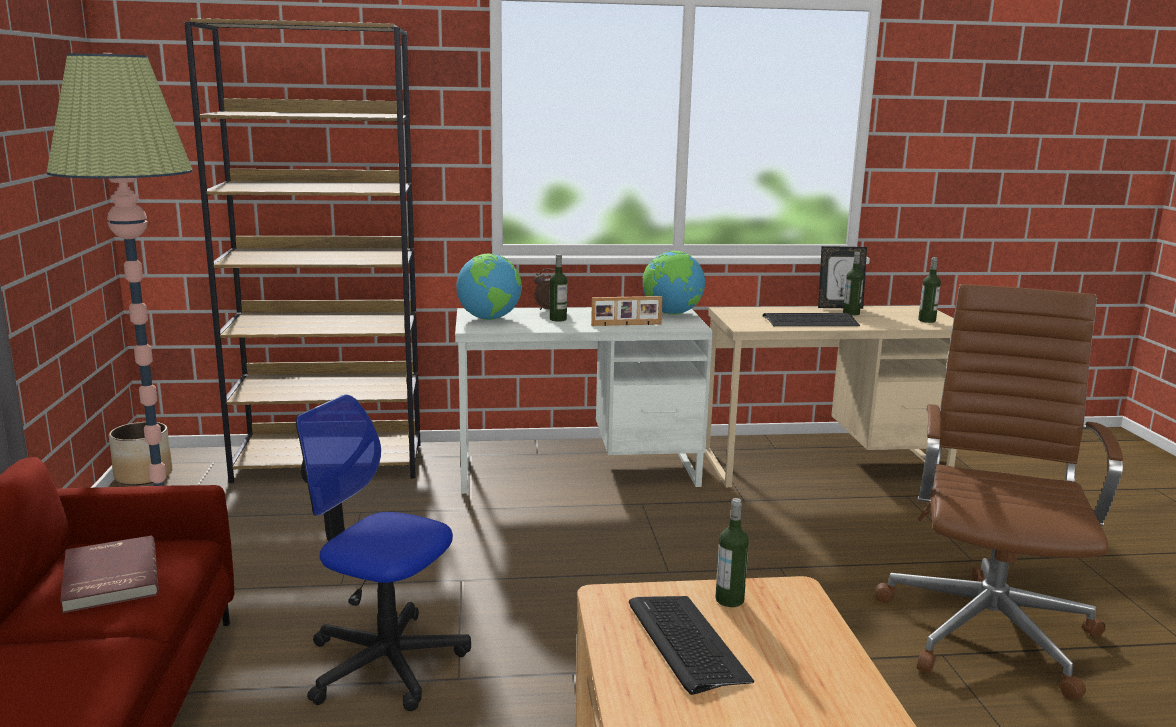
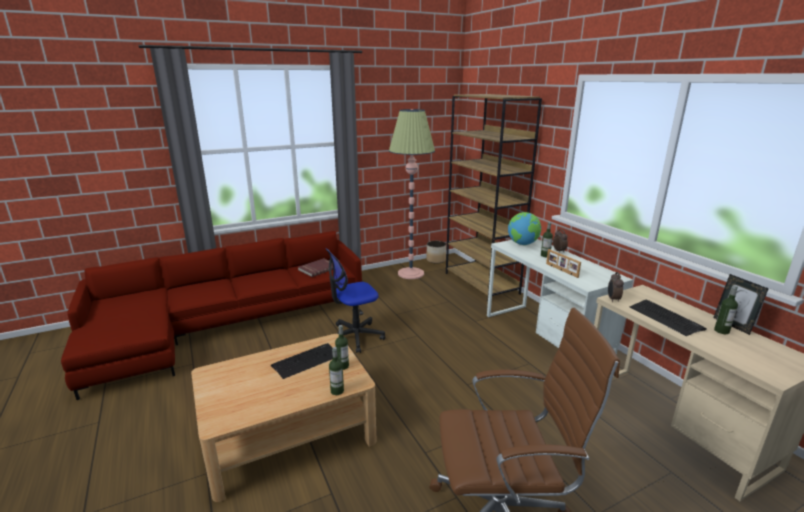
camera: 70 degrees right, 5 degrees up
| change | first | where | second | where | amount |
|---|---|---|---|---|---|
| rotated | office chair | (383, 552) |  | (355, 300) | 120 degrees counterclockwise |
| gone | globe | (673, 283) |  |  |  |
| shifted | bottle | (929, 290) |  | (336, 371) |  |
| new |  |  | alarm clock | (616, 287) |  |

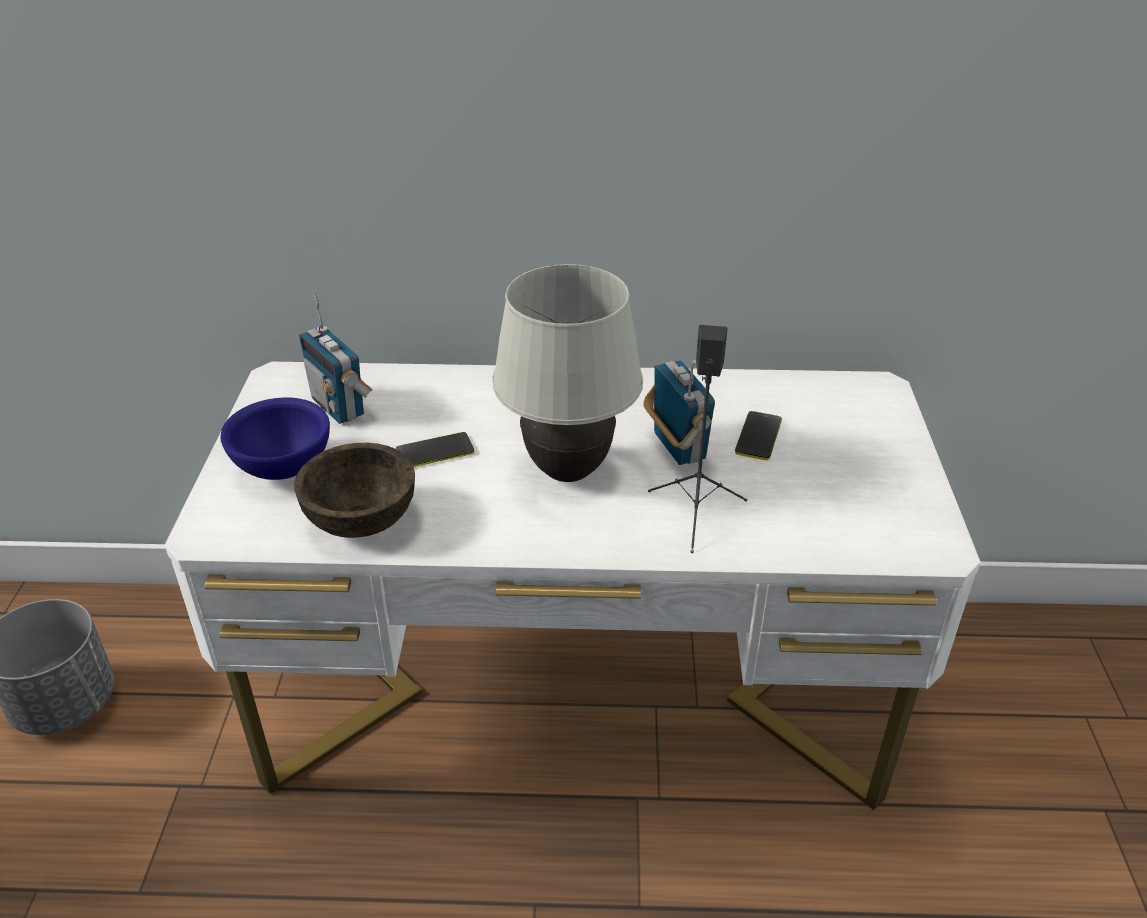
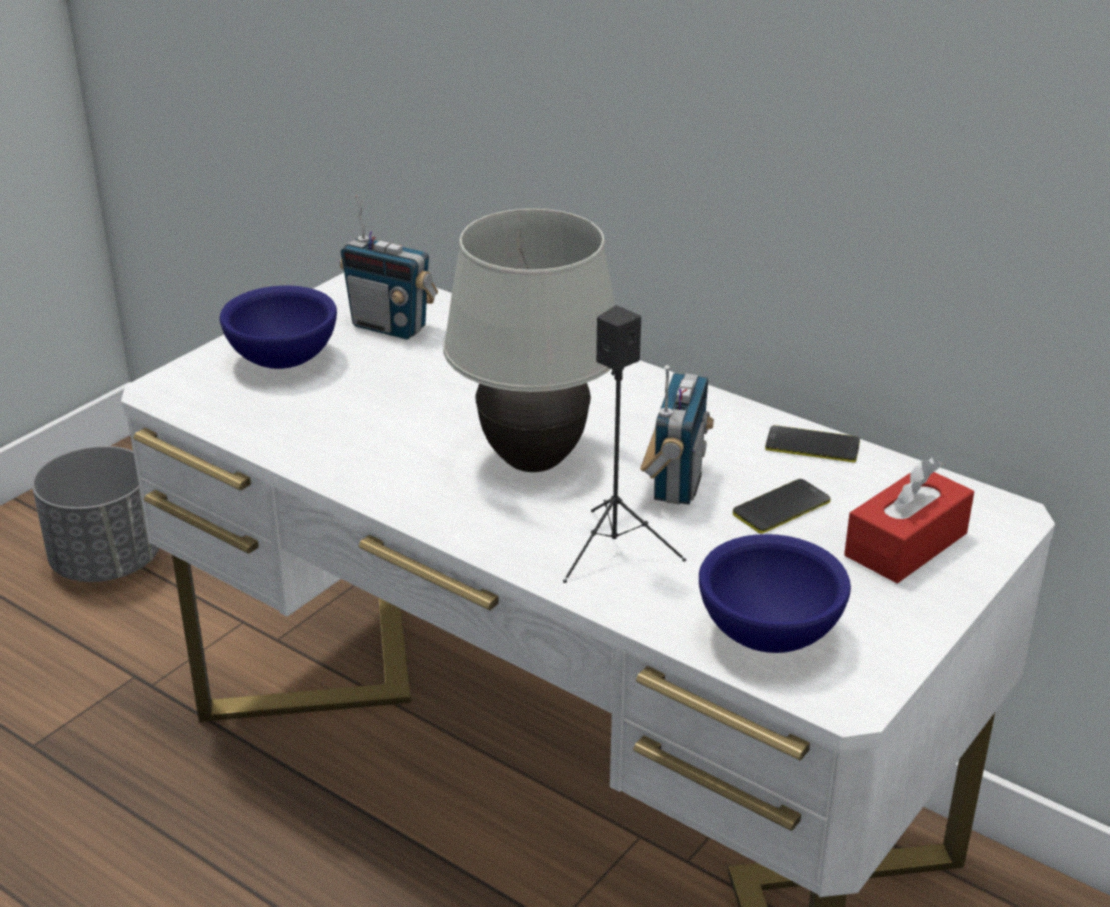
camera: 35 degrees right, 5 degrees down
| change | first | where | second | where | amount |
|---|---|---|---|---|---|
| gone | brown bowl | (354, 490) |  |  |  |
| rotated | radio | (336, 357) |  | (388, 267) | 60 degrees counterclockwise |
| shifted | phone | (435, 449) |  | (812, 444) |  |
| new |  |  | blue bowl | (775, 593) |  |
| new |  |  | red tissue box | (909, 520) |  |

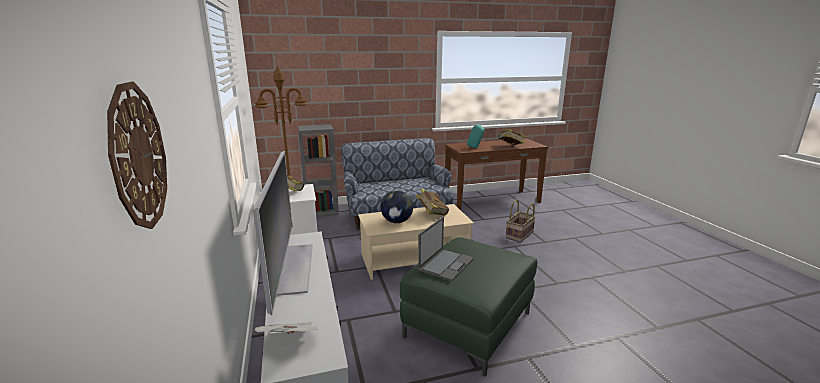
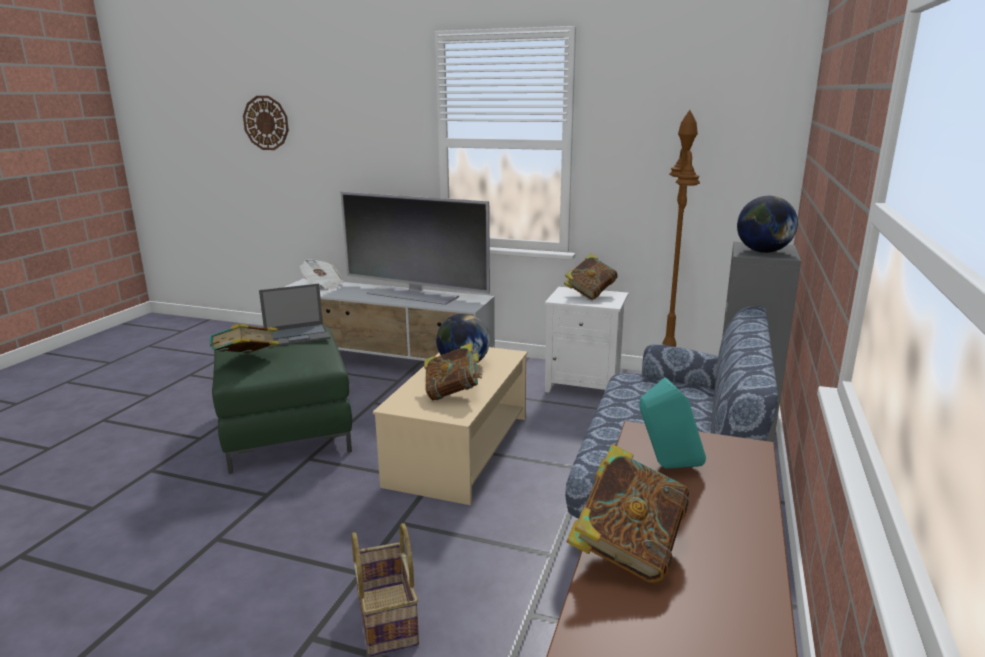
camera: 125 degrees right, 0 degrees up
| change | first | where | second | where | amount |
|---|---|---|---|---|---|
| rotated | laptop | (446, 249) |  | (294, 315) | 90 degrees counterclockwise |
| new |  |  | book | (244, 338) |  |
| new |  |  | globe | (767, 224) |  |

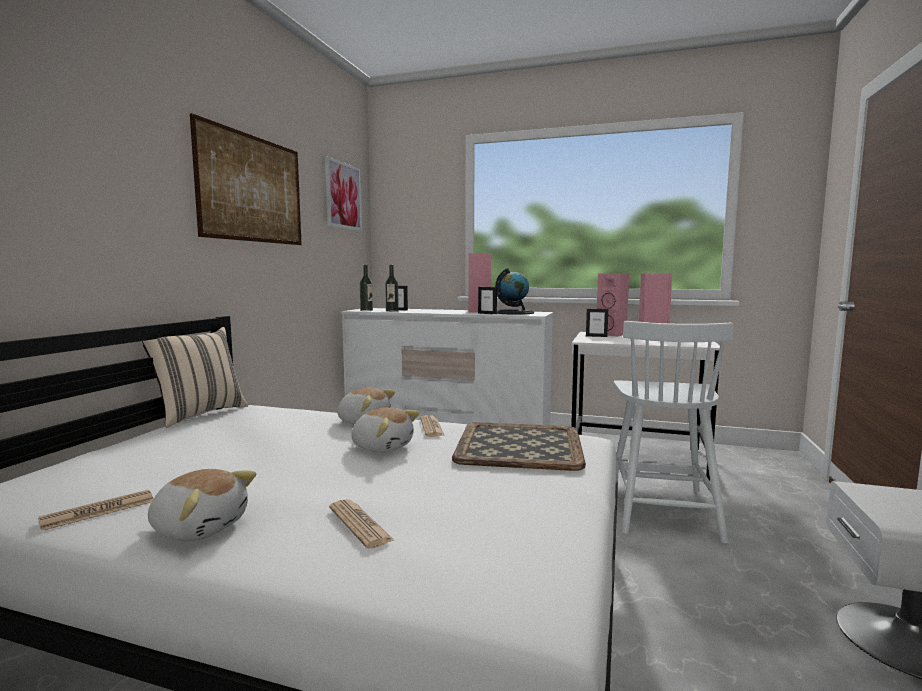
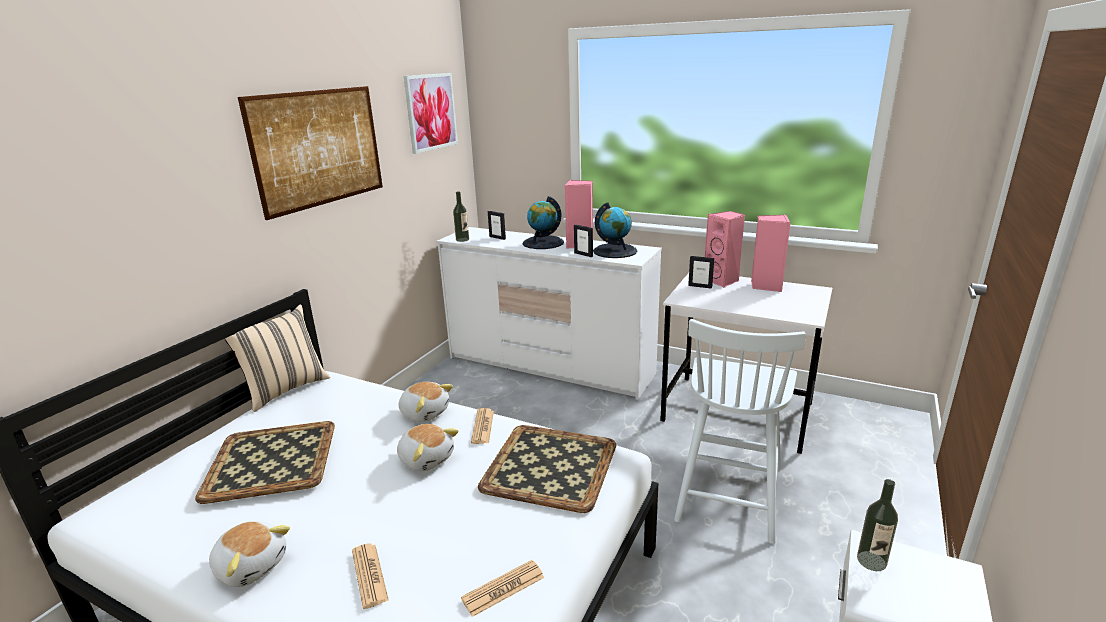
camera: 10 degrees right, 15 degrees up
| change | first | where | second | where | amount |
|---|---|---|---|---|---|
| shifted | newspaper | (95, 510) |  | (502, 588) |  |
| shifted | bottle | (392, 288) |  | (877, 525) |  |
| new |  |  | tray | (265, 462) |  |
| new |  |  | globe | (543, 222) |  |

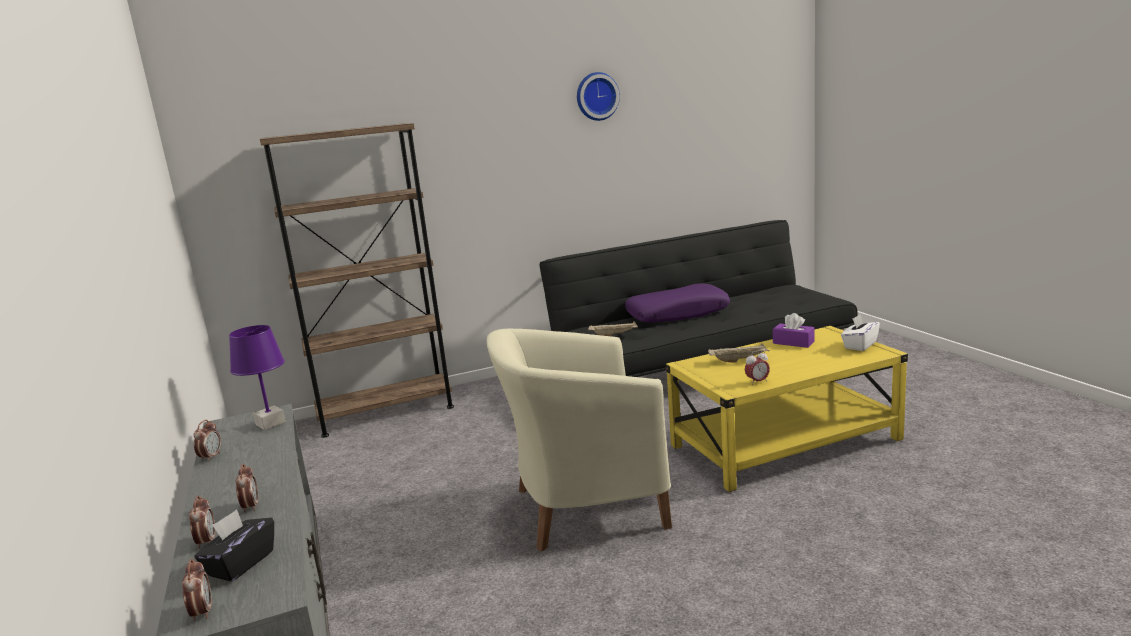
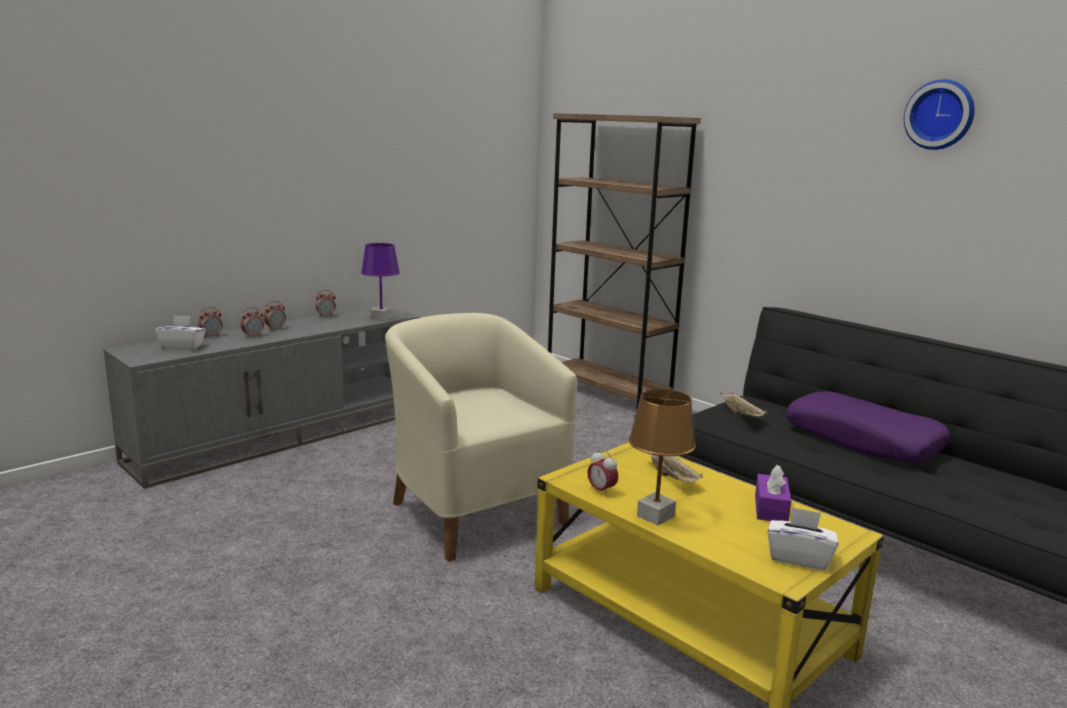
camera: 65 degrees right, 0 degrees up
| change | first | where | second | where | amount |
|---|---|---|---|---|---|
| shifted | alarm clock | (197, 590) |  | (274, 316) |  |
| repainted | black tissue box | (234, 545) | white tissue box | (180, 332) |  |
| new |  |  | brown table lamp | (662, 457) |  |

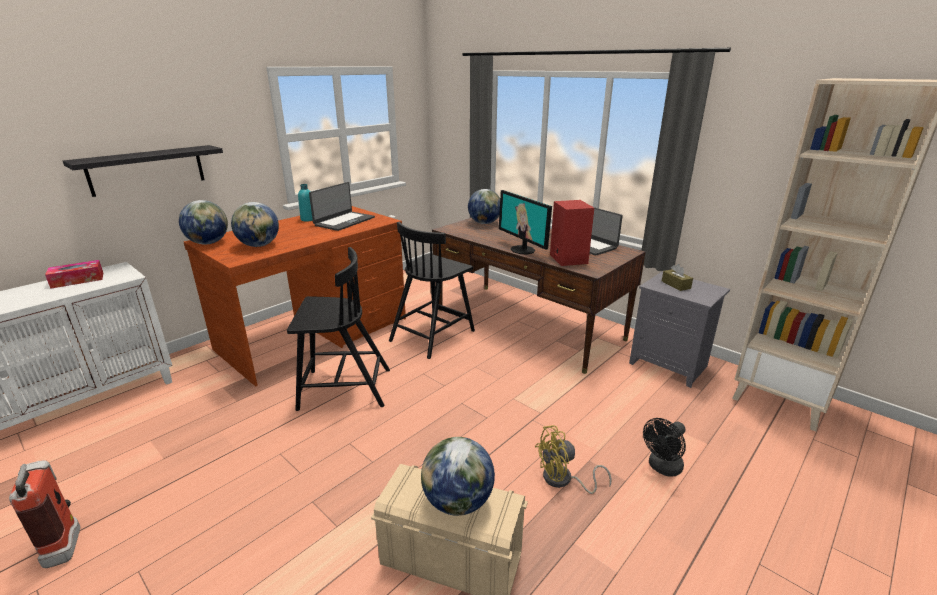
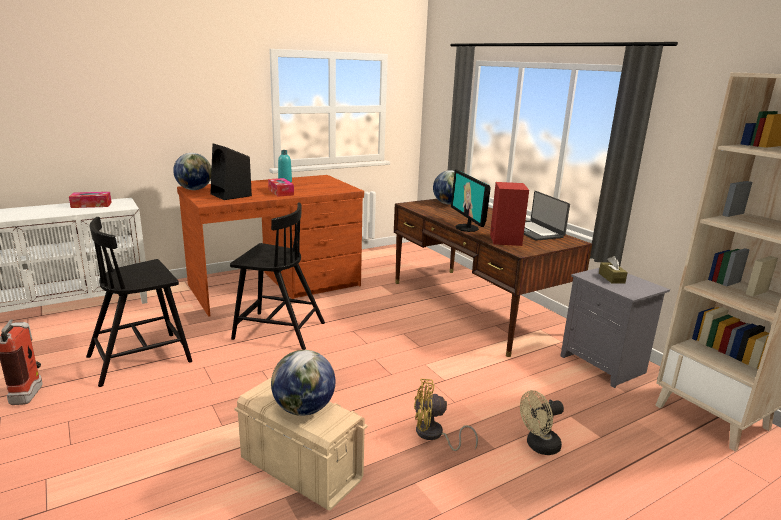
camera: 15 degrees right, 5 degrees down
| change | first | where | second | where | amount |
|---|---|---|---|---|---|
| gone | black shelf | (143, 171) |  |  |  |
| swapped | globe | (255, 224) | black speaker | (231, 171) |  |
| gone | laptop | (342, 206) |  |  |  |
| shifted | black chair | (432, 290) |  | (139, 302) |  |
| repainted | black fan | (664, 447) | beige fan | (542, 422) |  |
| new |  |  | tissue box | (281, 187) |  |

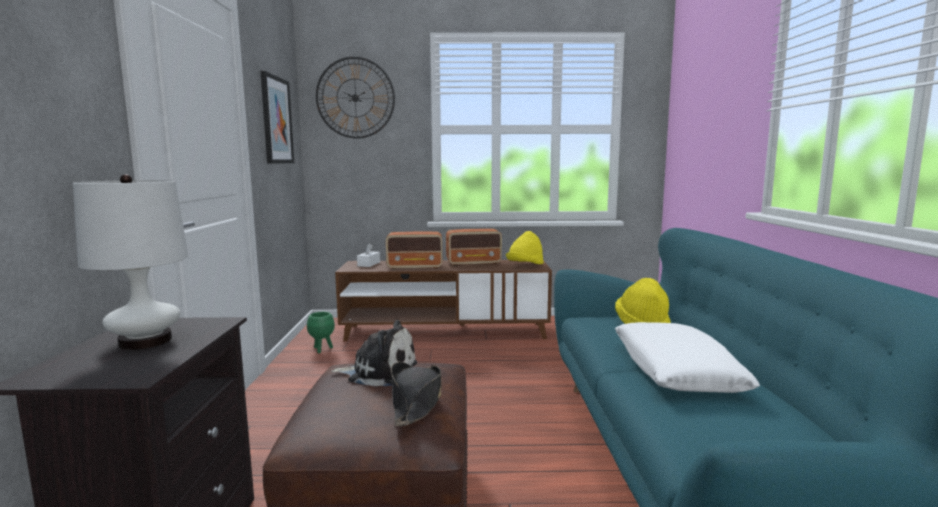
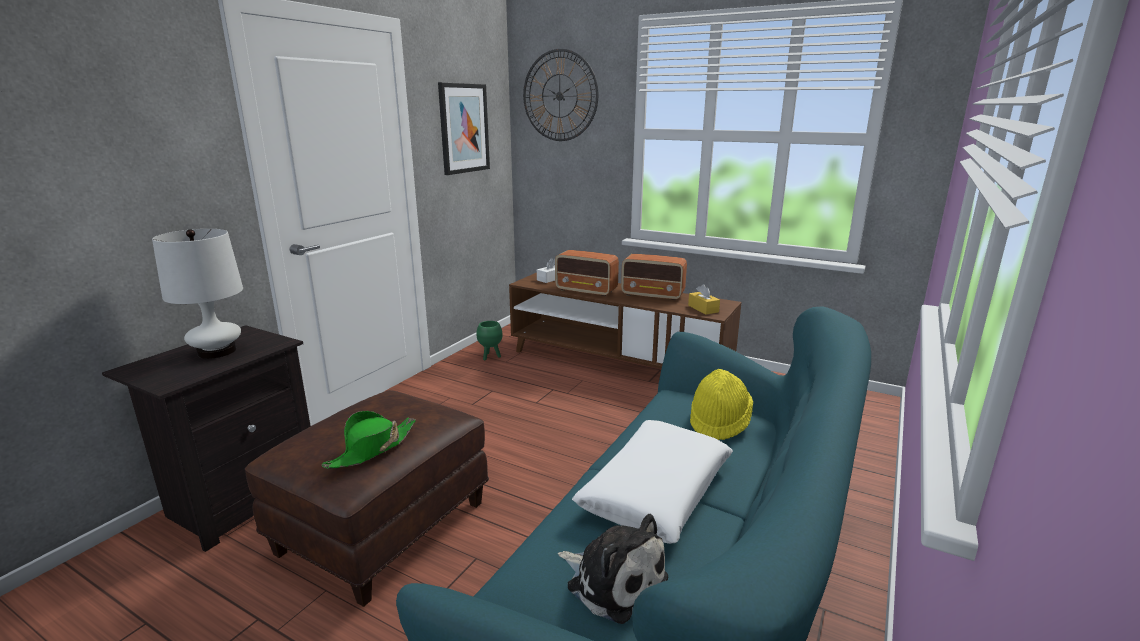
camera: 30 degrees right, 10 degrees up
| change | first | where | second | where | amount |
|---|---|---|---|---|---|
| shifted | plush toy | (374, 353) |  | (613, 569) |  |
| repainted | black hat | (416, 394) | green hat | (369, 440) |  |
| swapped | yellow hat | (525, 247) | yellow tissue box | (704, 299) |  |

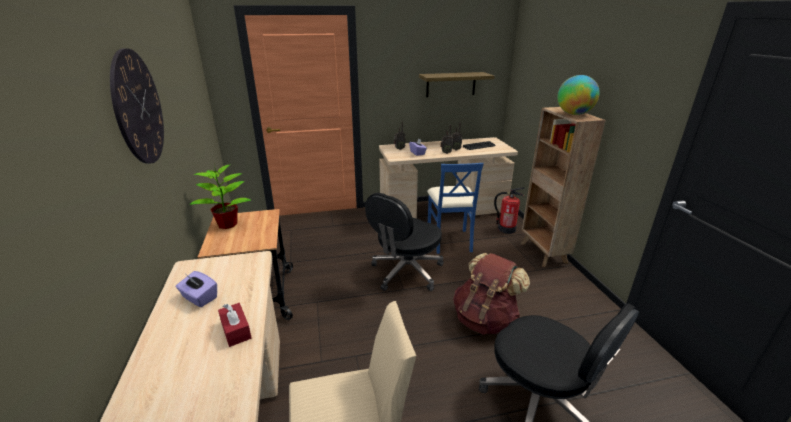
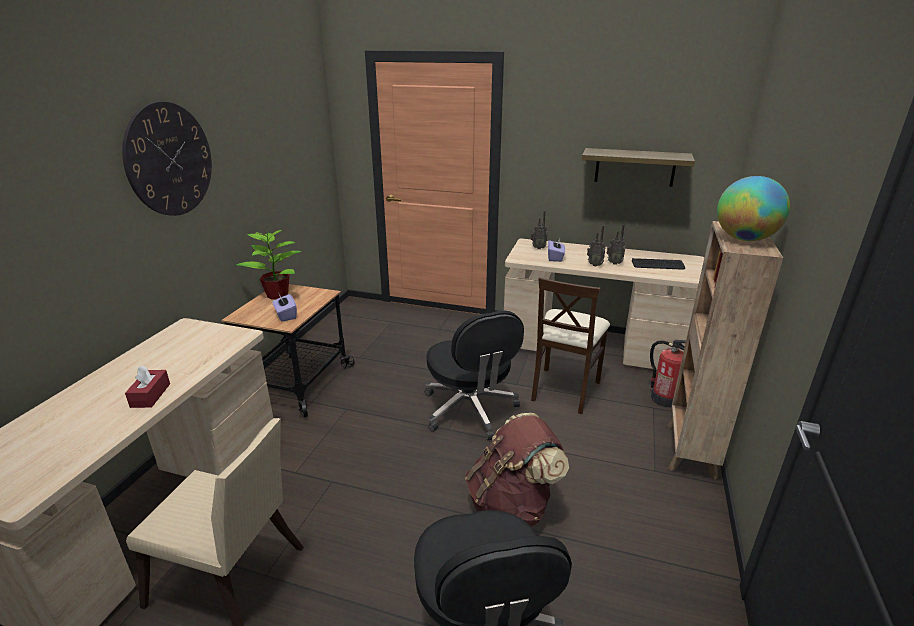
camera: 30 degrees right, 0 degrees up
| change | first | where | second | where | amount |
|---|---|---|---|---|---|
| shifted | purple tissue box | (196, 289) |  | (284, 308) |  |
| rotated | black office chair | (404, 242) |  | (474, 375) | 90 degrees counterclockwise |
| repainted | blue chair | (455, 208) | beige chair | (570, 345) |  |

